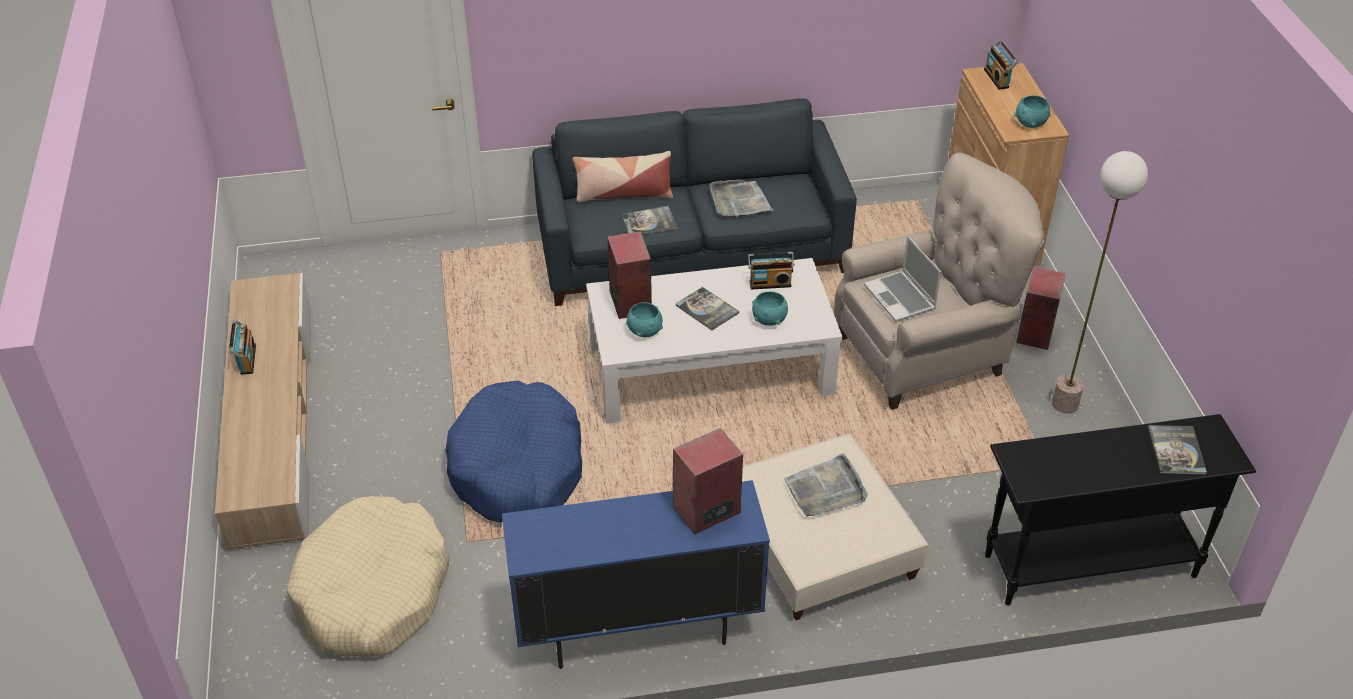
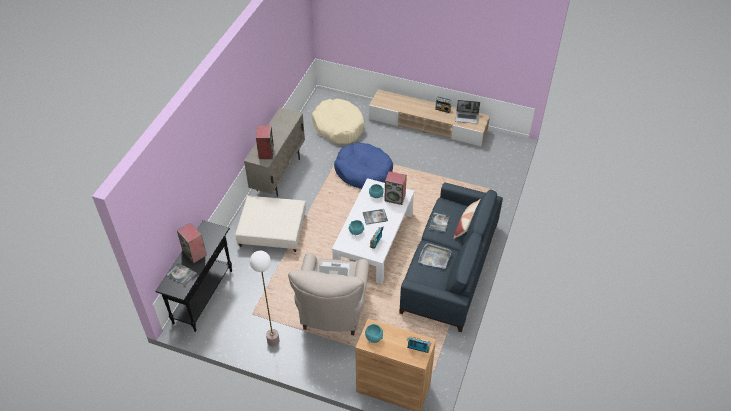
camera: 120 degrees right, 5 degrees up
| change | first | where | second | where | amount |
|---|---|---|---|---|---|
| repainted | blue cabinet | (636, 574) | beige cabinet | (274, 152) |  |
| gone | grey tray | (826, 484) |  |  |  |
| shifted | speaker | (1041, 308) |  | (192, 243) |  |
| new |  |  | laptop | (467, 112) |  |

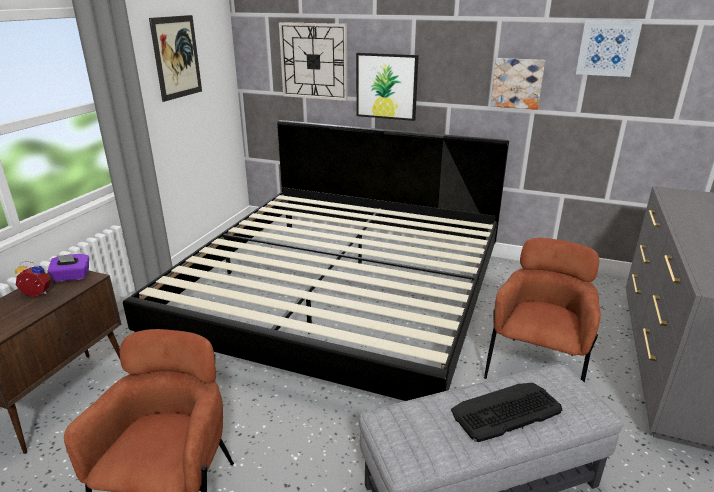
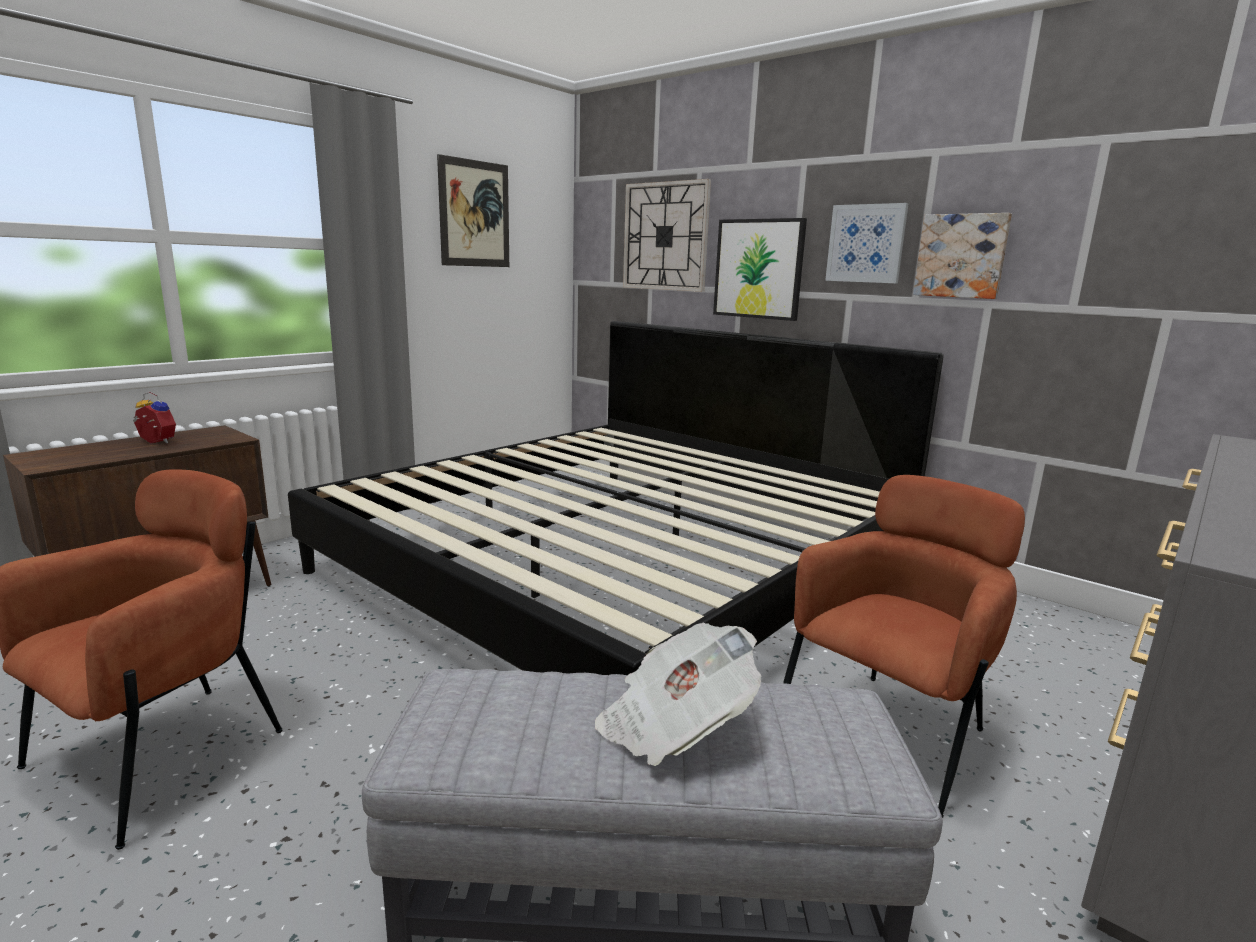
camera: 20 degrees right, 10 degrees down
| change | first | where | second | where | amount |
|---|---|---|---|---|---|
| gone | purple tissue box | (68, 268) |  |  |  |
| swapped | keyboard | (506, 412) | newspaper | (678, 694) |  |
| shifted | picture | (609, 48) |  | (867, 243) |  |

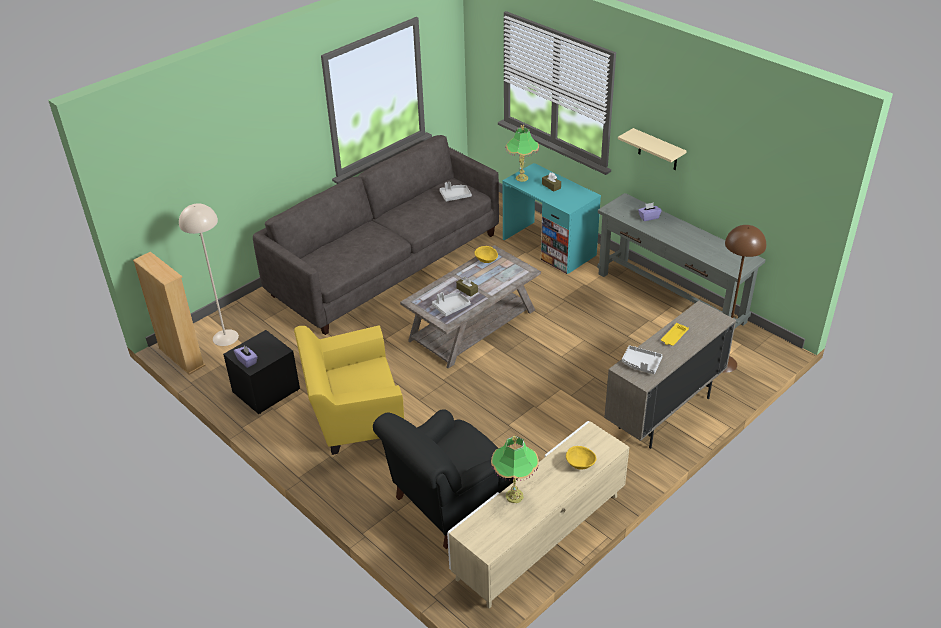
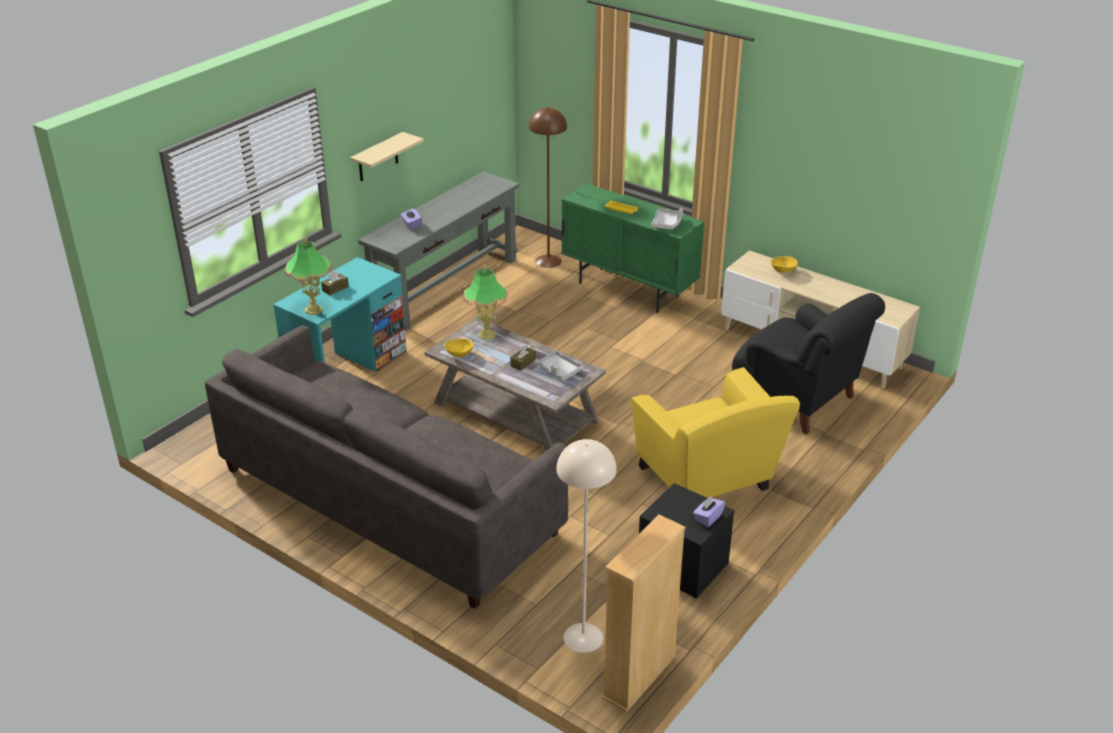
camera: 100 degrees left, 5 degrees down
| change | first | where | second | where | amount |
|---|---|---|---|---|---|
| gone | grey tray | (455, 192) |  |  |  |
| shifted | table lamp | (515, 469) |  | (486, 302) |  |
| repainted | beige cabinet | (670, 375) | green cabinet | (632, 248) |  |

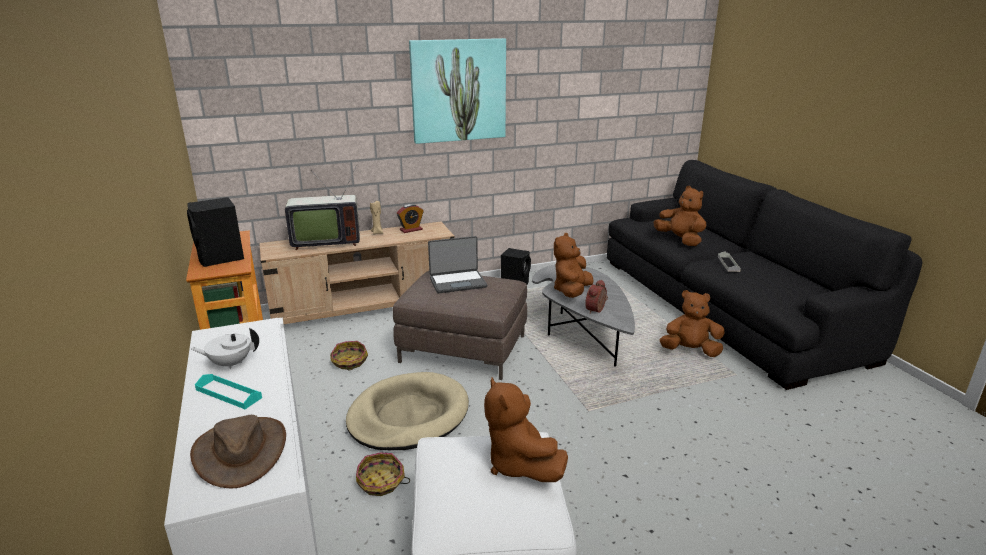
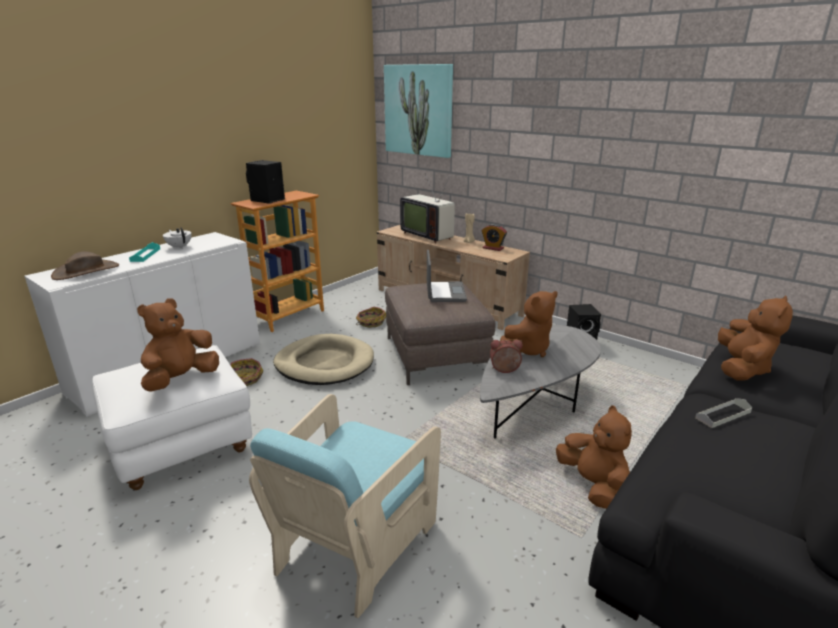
camera: 60 degrees right, 0 degrees up
| change | first | where | second | where | amount |
|---|---|---|---|---|---|
| shifted | picture | (457, 91) |  | (418, 111) |  |
| rotated | laptop | (457, 264) |  | (447, 276) | 135 degrees counterclockwise |
| rotated | brown plush toy | (574, 265) |  | (529, 324) | 150 degrees clockwise |
| new |  |  | turquoise armchair | (345, 506) |  |

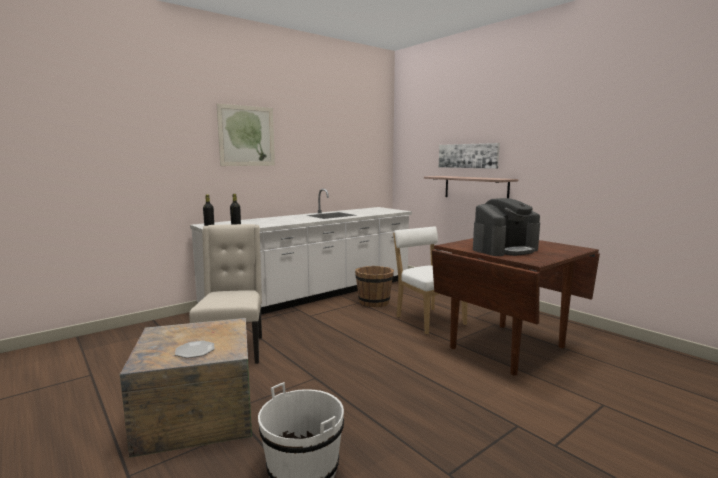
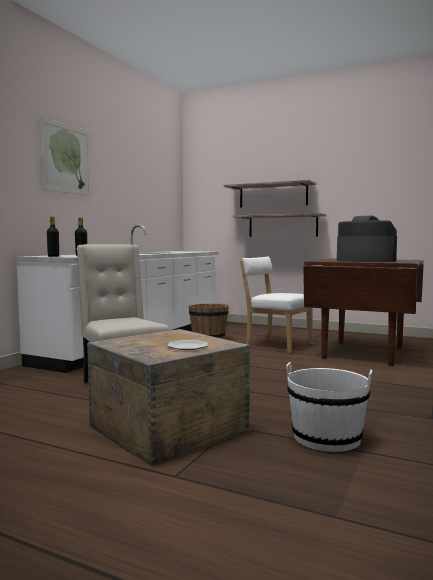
camera: 25 degrees left, 5 degrees down
| change | first | where | second | where | amount |
|---|---|---|---|---|---|
| swapped | picture | (469, 156) | shelf | (269, 194) |  |
| rotated | coffee machine | (506, 227) |  | (367, 239) | 90 degrees counterclockwise |

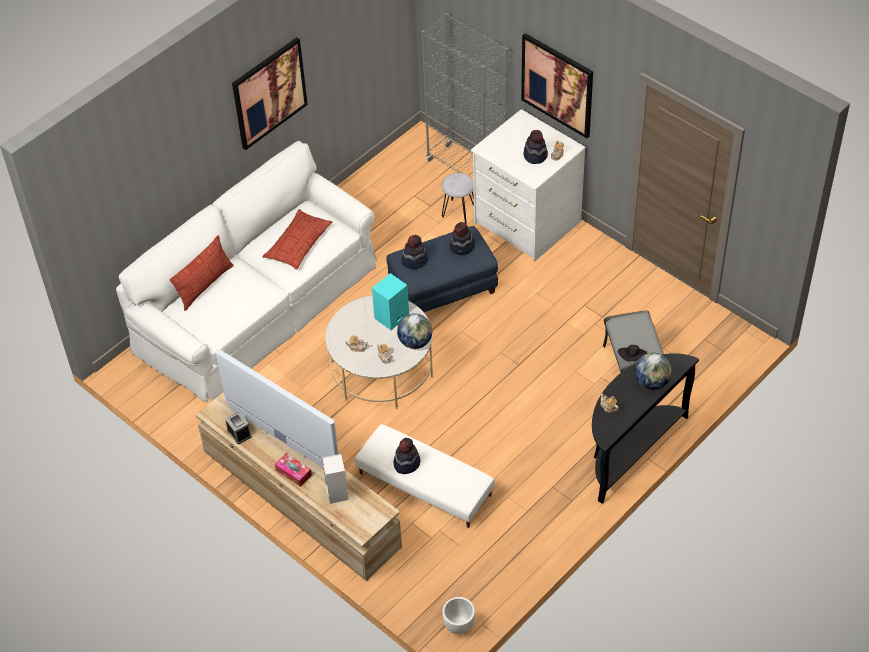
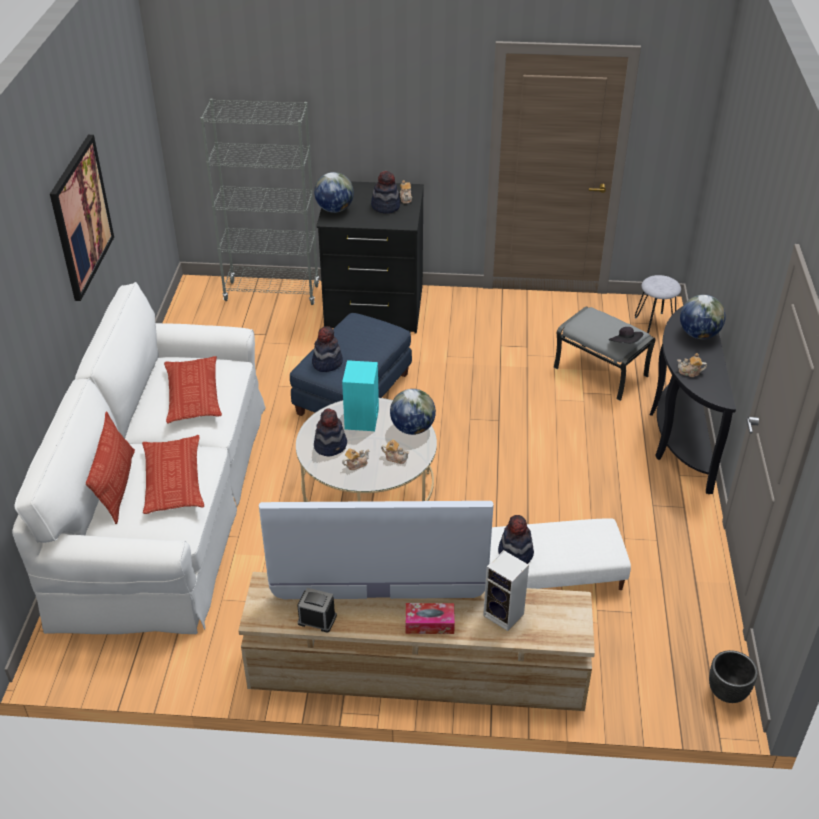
camera: 40 degrees left, 10 degrees down
| change | first | where | second | where | amount |
|---|---|---|---|---|---|
| shifted | grey stool | (458, 198) |  | (658, 304) |  |
| repainted | white planter | (458, 615) | black planter | (733, 676) |  |
| shifted | hat | (462, 238) |  | (330, 432) |  |
| repainted | white dresser | (528, 185) | black dresser | (370, 257) |  |
| gone | picture | (557, 85) |  |  |  |
| new |  |  | pillow | (173, 474) |  |
| new |  |  | globe | (334, 192) |  |

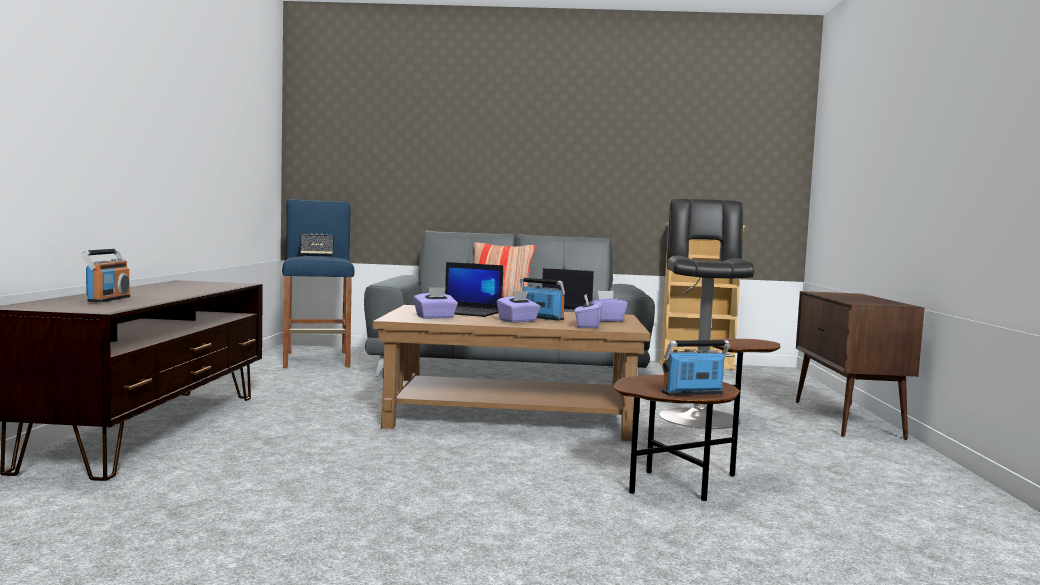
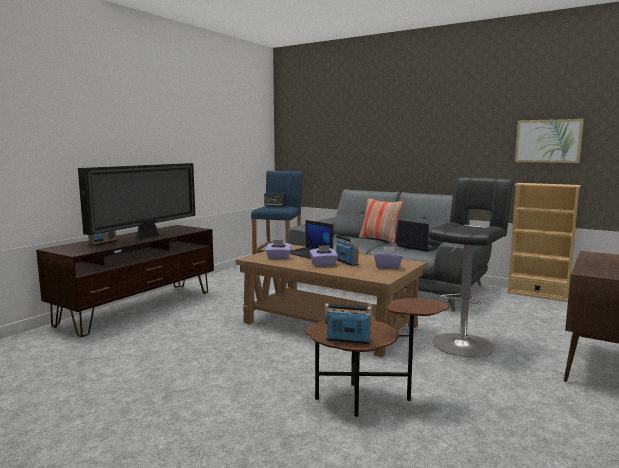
camera: 30 degrees right, 5 degrees up
| change | first | where | second | where | amount |
|---|---|---|---|---|---|
| gone | purple tissue box | (589, 311) |  |  |  |
| new |  |  | television | (137, 202) |  |
| new |  |  | picture | (549, 141) |  |

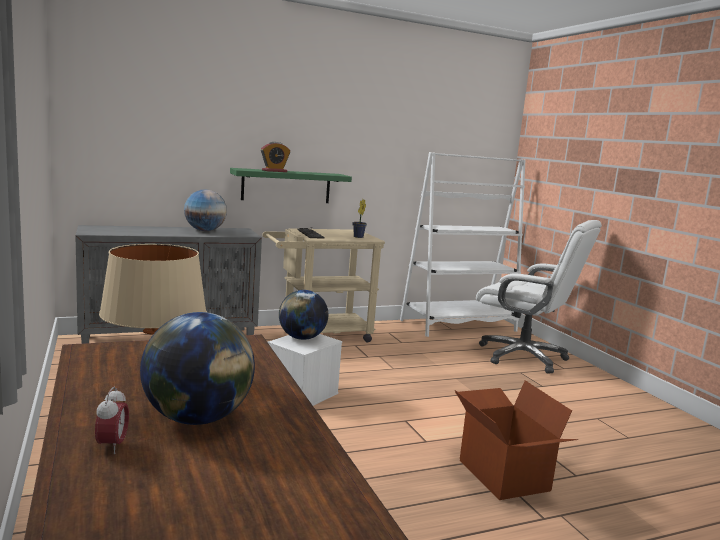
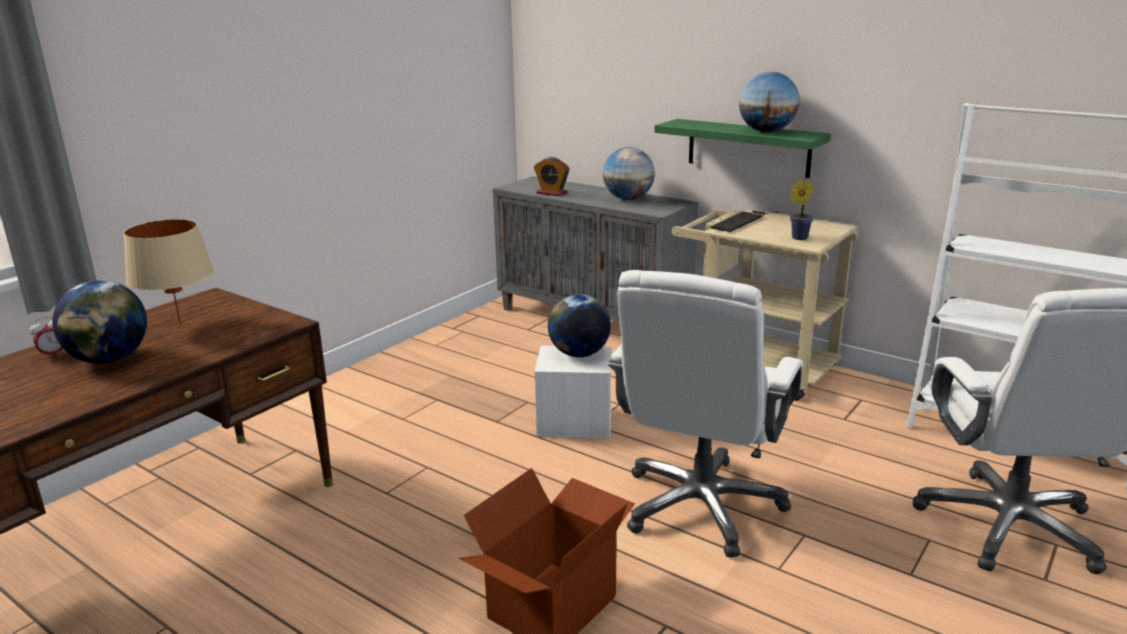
camera: 60 degrees right, 10 degrees up
| change | first | where | second | where | amount |
|---|---|---|---|---|---|
| shifted | alarm clock | (275, 157) |  | (551, 176) |  |
| new |  |  | white office chair | (705, 414) |  |
| new |  |  | globe | (769, 102) |  |

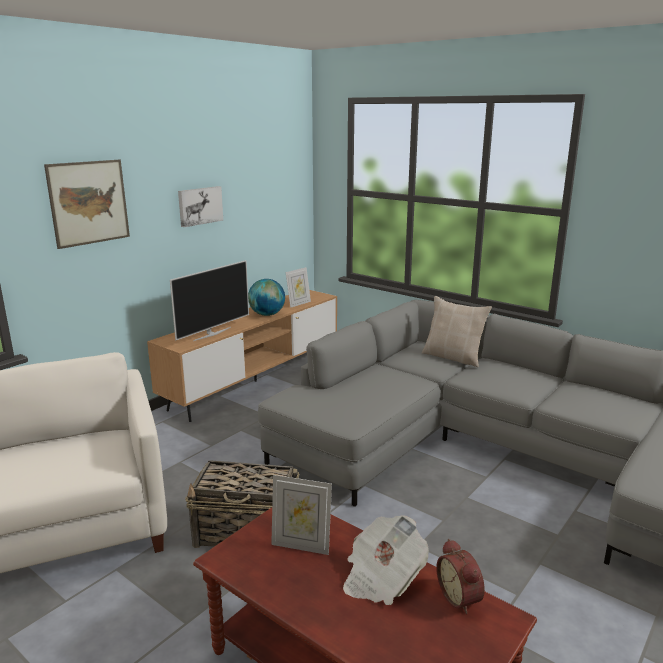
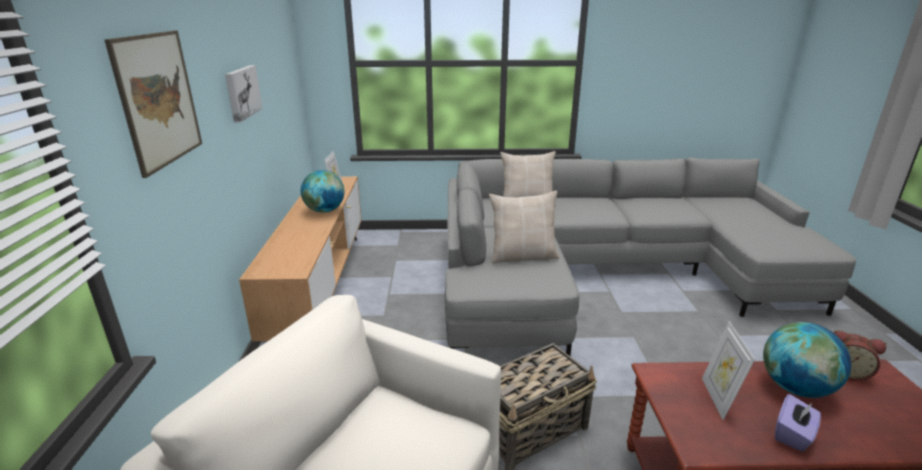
camera: 40 degrees left, 5 degrees up
| change | first | where | second | where | amount |
|---|---|---|---|---|---|
| gone | television | (209, 300) |  |  |  |
| rotated | picture frame | (301, 515) |  | (728, 370) | 120 degrees clockwise |
| swapped | newspaper | (386, 560) | globe | (807, 360) |  |
| new |  |  | beige pillow | (524, 227) |  |
| new |  |  | purple tissue box | (798, 423) |  |

